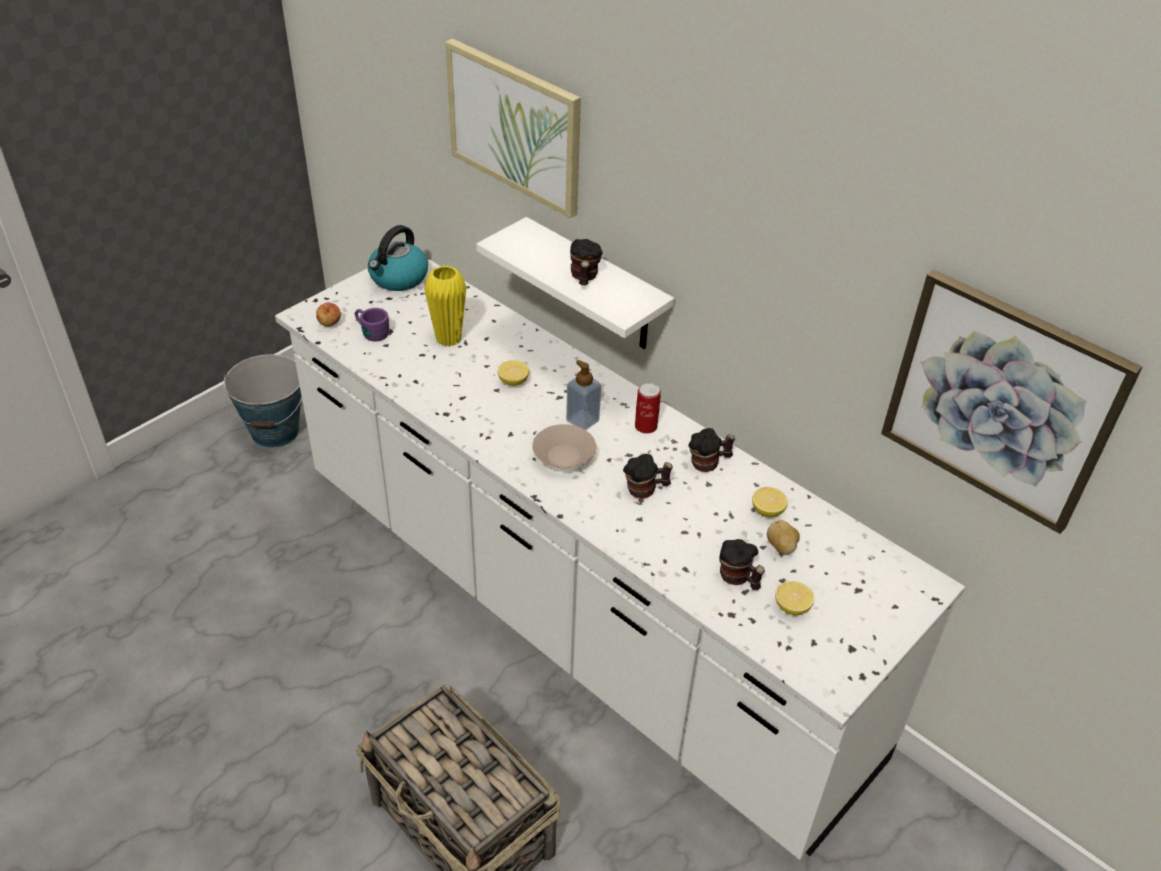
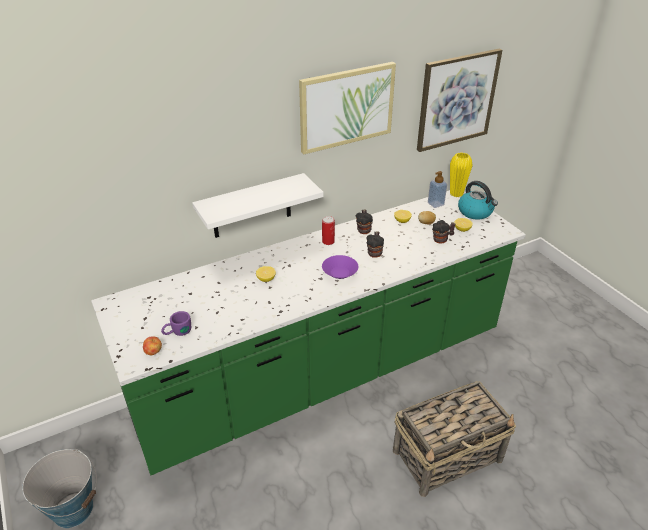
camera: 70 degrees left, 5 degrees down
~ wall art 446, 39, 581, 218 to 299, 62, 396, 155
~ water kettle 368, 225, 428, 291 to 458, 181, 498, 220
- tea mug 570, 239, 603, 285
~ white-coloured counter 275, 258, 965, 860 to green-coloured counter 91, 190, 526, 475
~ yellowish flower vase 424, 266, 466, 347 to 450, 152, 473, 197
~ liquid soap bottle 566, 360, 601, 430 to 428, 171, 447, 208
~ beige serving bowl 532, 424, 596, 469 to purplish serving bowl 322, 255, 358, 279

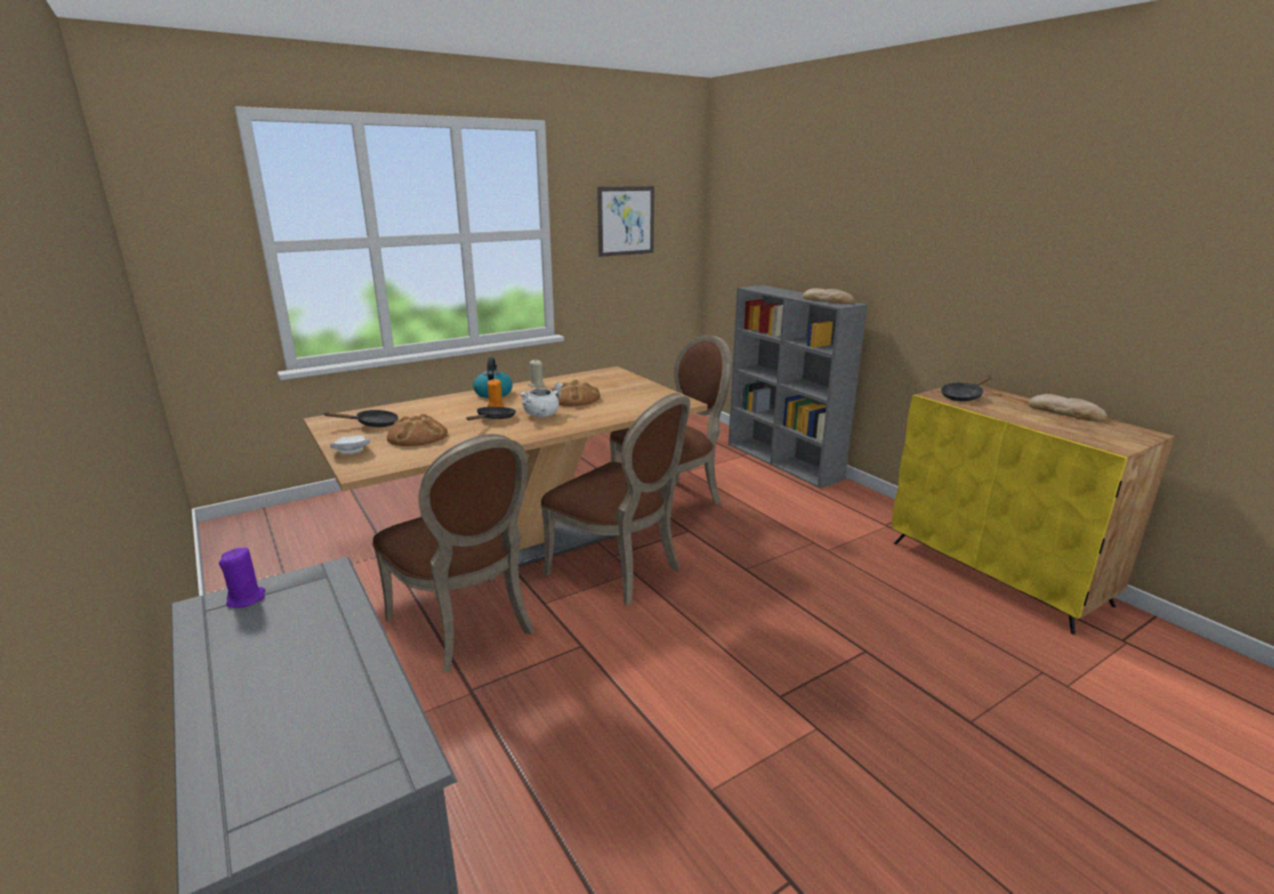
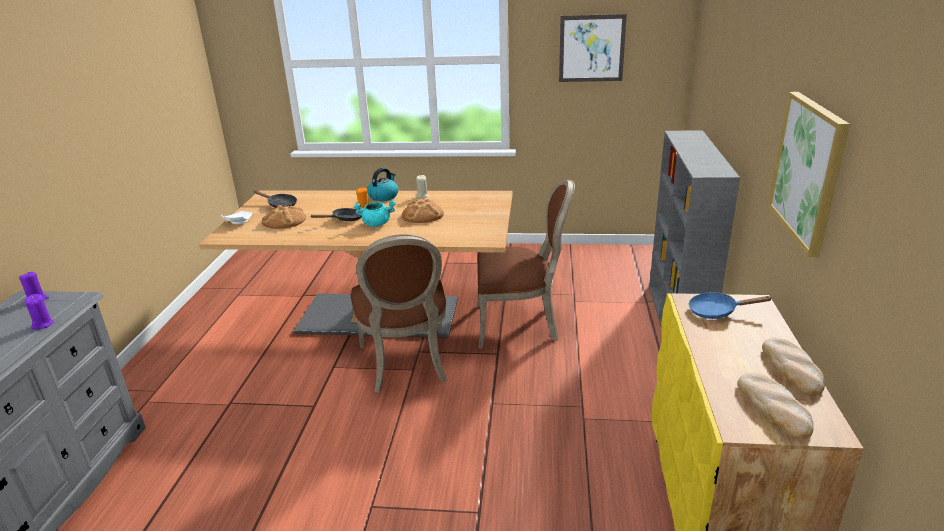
camera: 40 degrees right, 5 degrees up
~ bread 802, 288, 854, 304 to 737, 373, 814, 439
~ black-coloured skillet 941, 375, 992, 401 to bluish skillet 689, 292, 772, 319
~ white-coloured saucepot 519, 382, 563, 418 to turquoise-coloured saucepot 353, 201, 396, 227
- brownish upright chair 372, 434, 535, 672
+ wall art 768, 92, 850, 257
+ purplish wax candle 25, 294, 54, 330

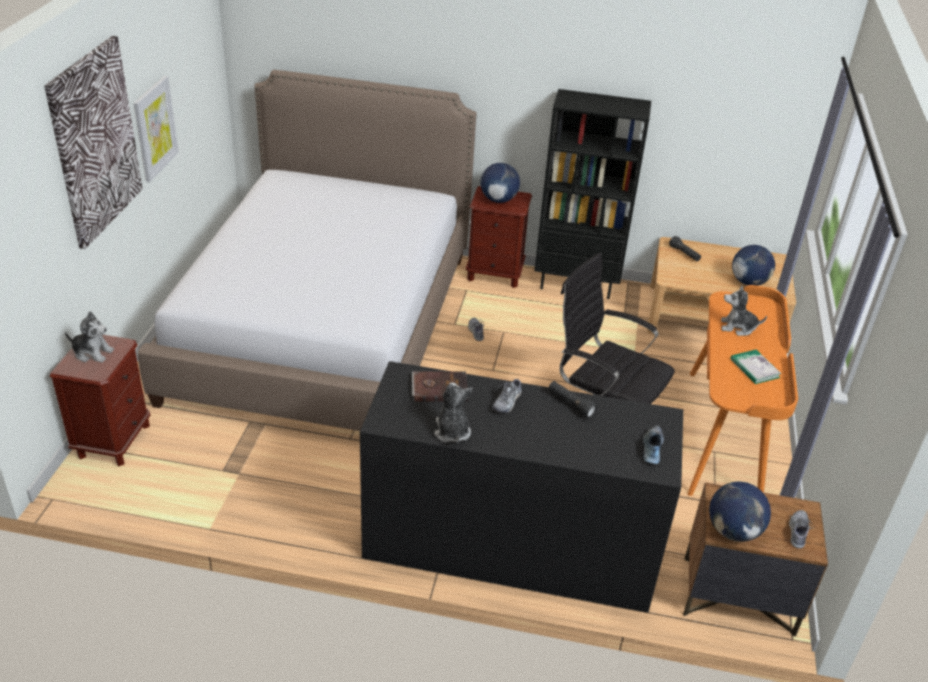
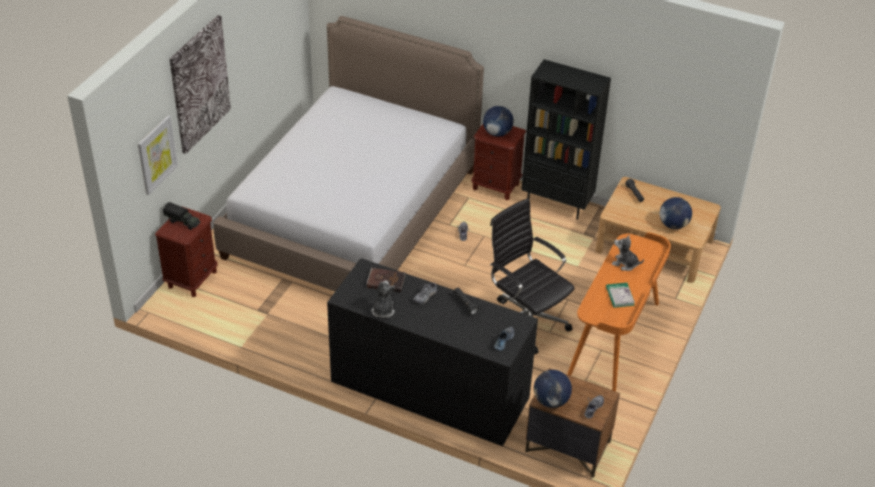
camera: 15 degrees right, 5 degrees up
~ wall art 134, 76, 178, 182 to 138, 115, 178, 195
~ plush toy 65, 311, 114, 363 to toy lorry 163, 202, 200, 230

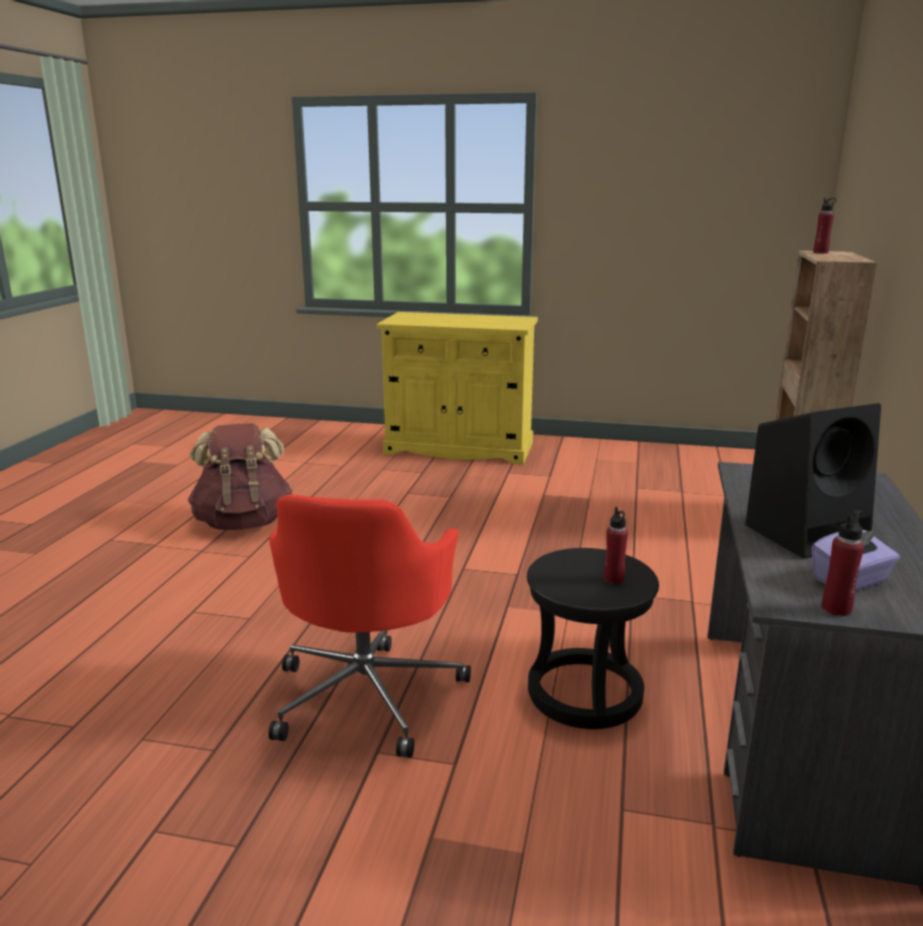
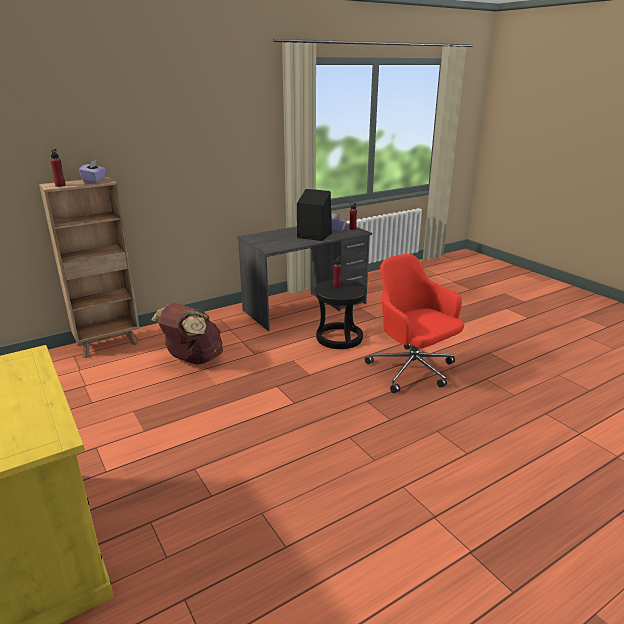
camera: 135 degrees left, 5 degrees up
~ brownish rucksack 188, 423, 293, 530 to 152, 303, 223, 365
~ red-coloured office chair 269, 494, 471, 758 = 365, 254, 464, 393 90 degrees counterclockwise
+ purplish box of tissues 79, 160, 106, 183

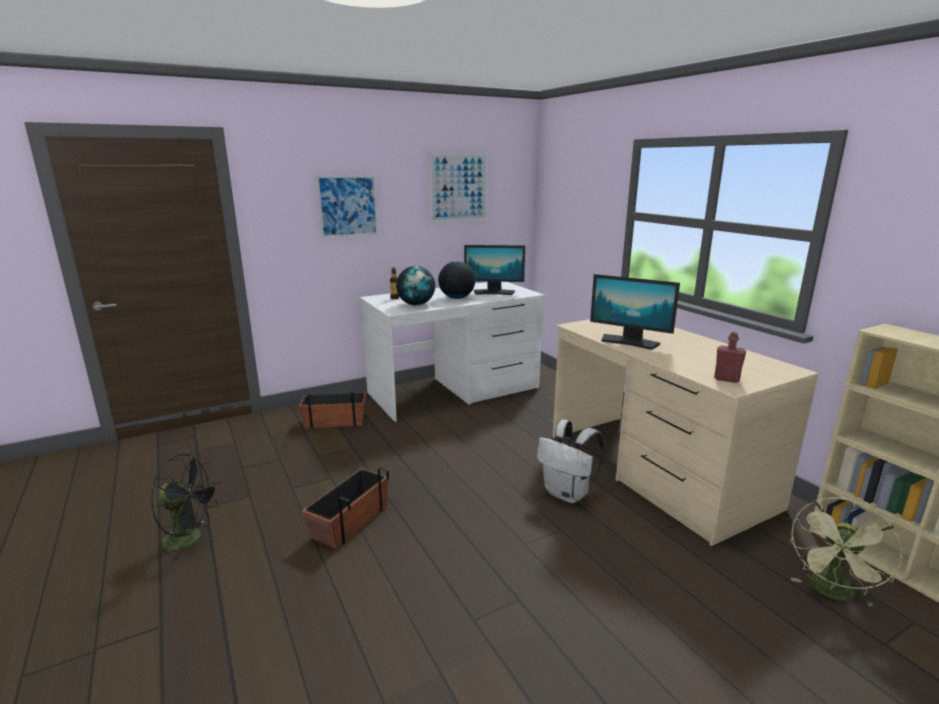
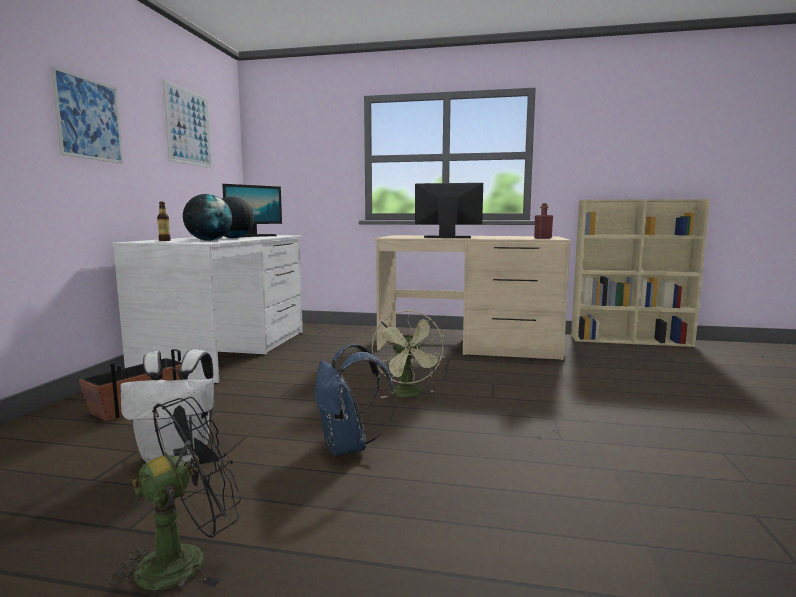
camera: 50 degrees left, 10 degrees down
~ computer display 590, 274, 680, 350 = 415, 183, 483, 238 150 degrees counterclockwise
~ white-coloured rucksack 537, 420, 604, 503 to 120, 349, 214, 463
~ plant pot 302, 467, 389, 550 to bluish rucksack 315, 344, 396, 456
~ green-coloured cooling fan 790, 497, 903, 606 to 372, 311, 444, 398

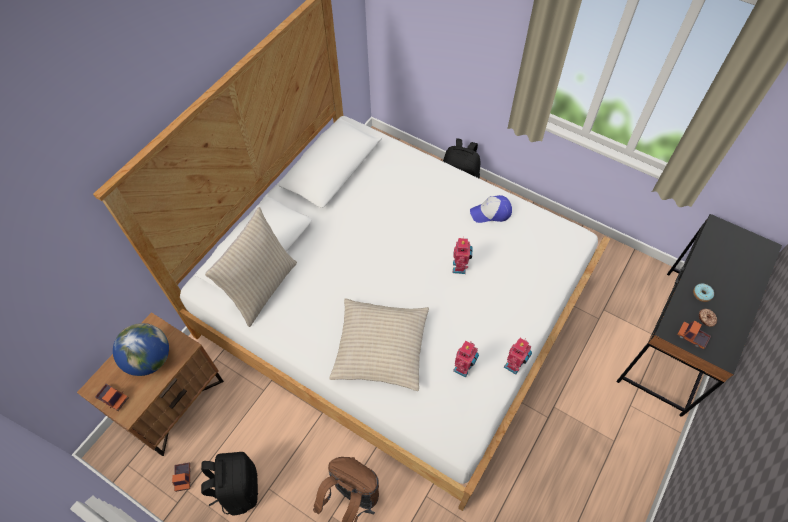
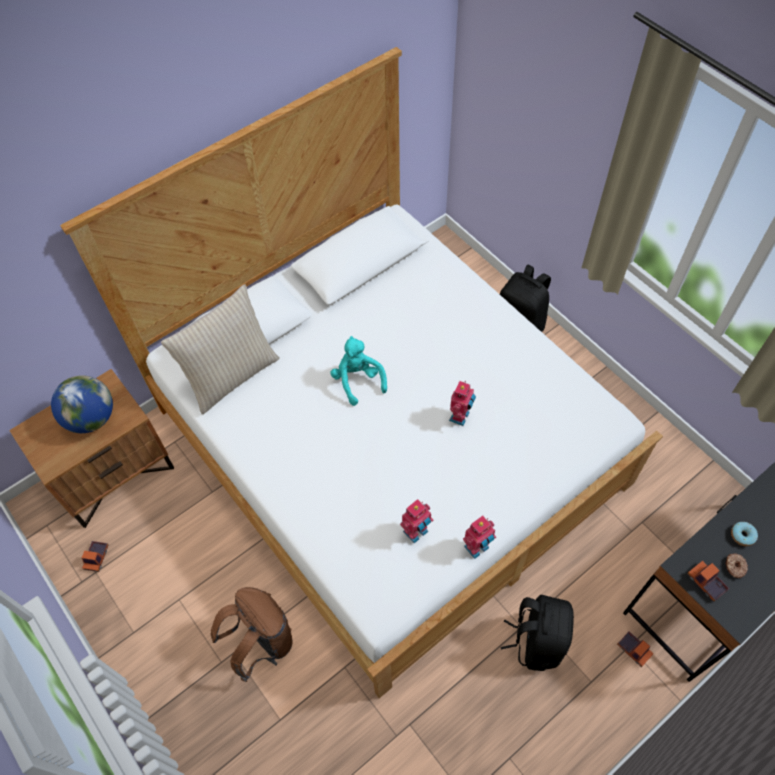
camera: 20 degrees right, 0 degrees up
- peaked cap 470, 195, 512, 223
- beige throw pillow 329, 298, 429, 391
~ toy lorry 95, 384, 129, 411 to 617, 631, 653, 667
~ black-coloured rucksack 201, 452, 258, 516 to 501, 595, 574, 671
+ turquoise-coloured plush toy 330, 336, 387, 406

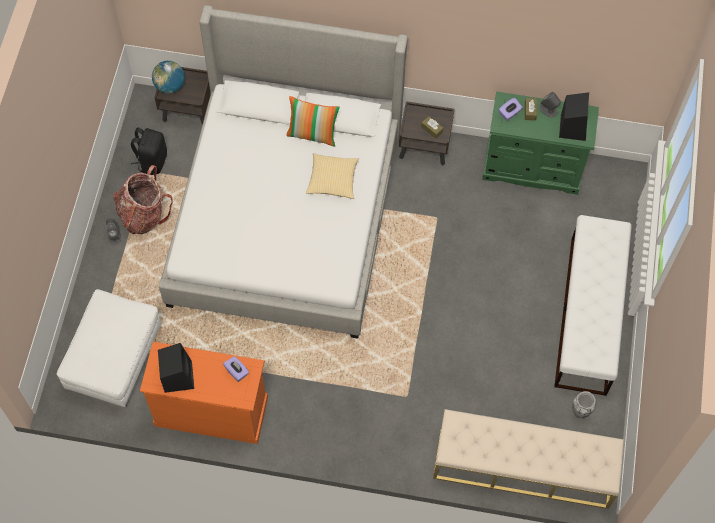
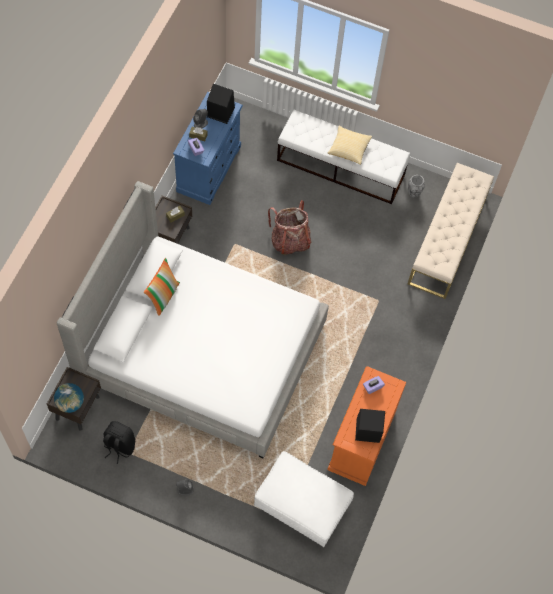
camera: 80 degrees left, 0 degrees up
~ green-coloured dresser 482, 92, 599, 195 to bluish dresser 173, 92, 243, 205
~ throw pillow 306, 153, 359, 199 to 327, 126, 372, 165
~ rucksack 113, 165, 172, 234 to 268, 200, 312, 255

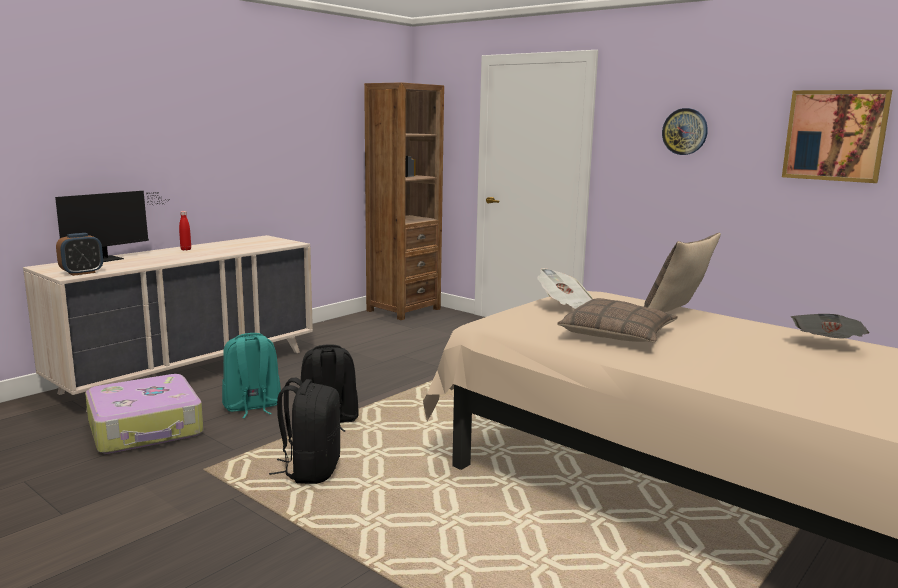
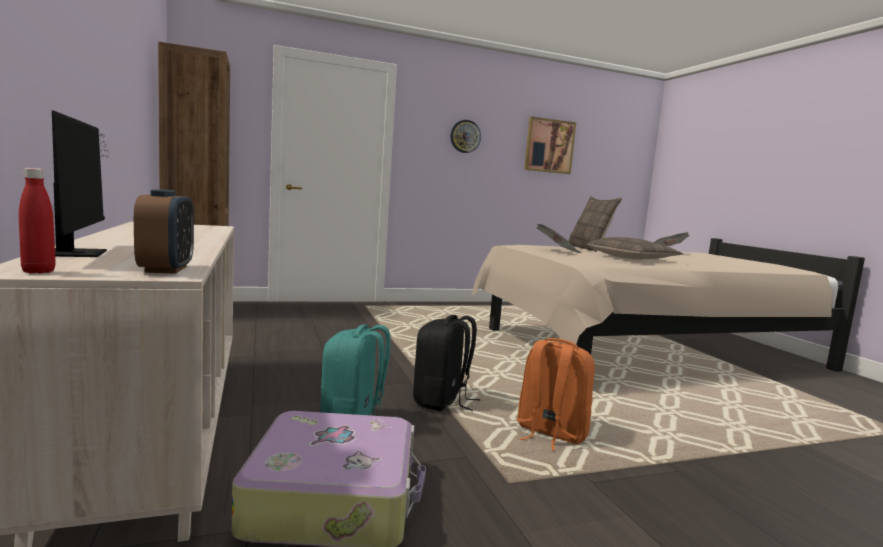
camera: 60 degrees left, 5 degrees down
~ red-coloured beverage bottle 179, 211, 191, 250 to 19, 168, 56, 274
~ black-coloured rucksack 269, 378, 340, 484 to orange rucksack 517, 338, 595, 451

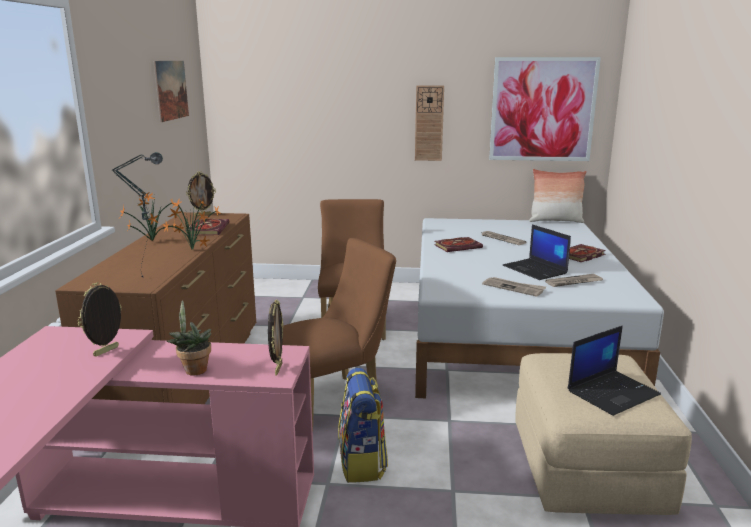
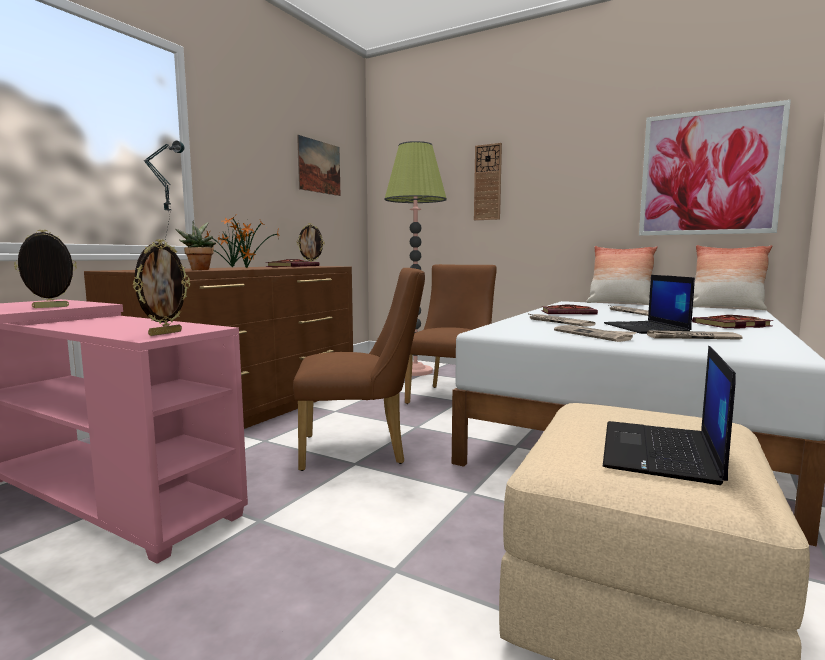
camera: 25 degrees right, 10 degrees down
~ wall clock 415, 86, 444, 161 to 474, 143, 502, 220
~ plant in a pot 167, 300, 211, 376 to 175, 220, 216, 270
~ portable computer 568, 326, 661, 416 = 603, 346, 736, 485 120 degrees clockwise
- rucksack 338, 368, 388, 483
+ standing lamp 384, 141, 447, 376
+ throw pillow 586, 246, 658, 305
+ printed paper 527, 313, 595, 326

